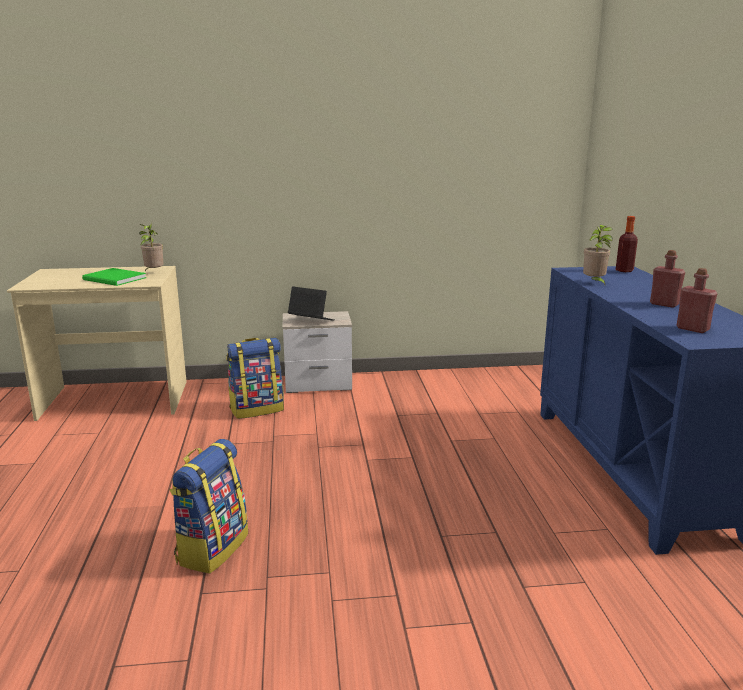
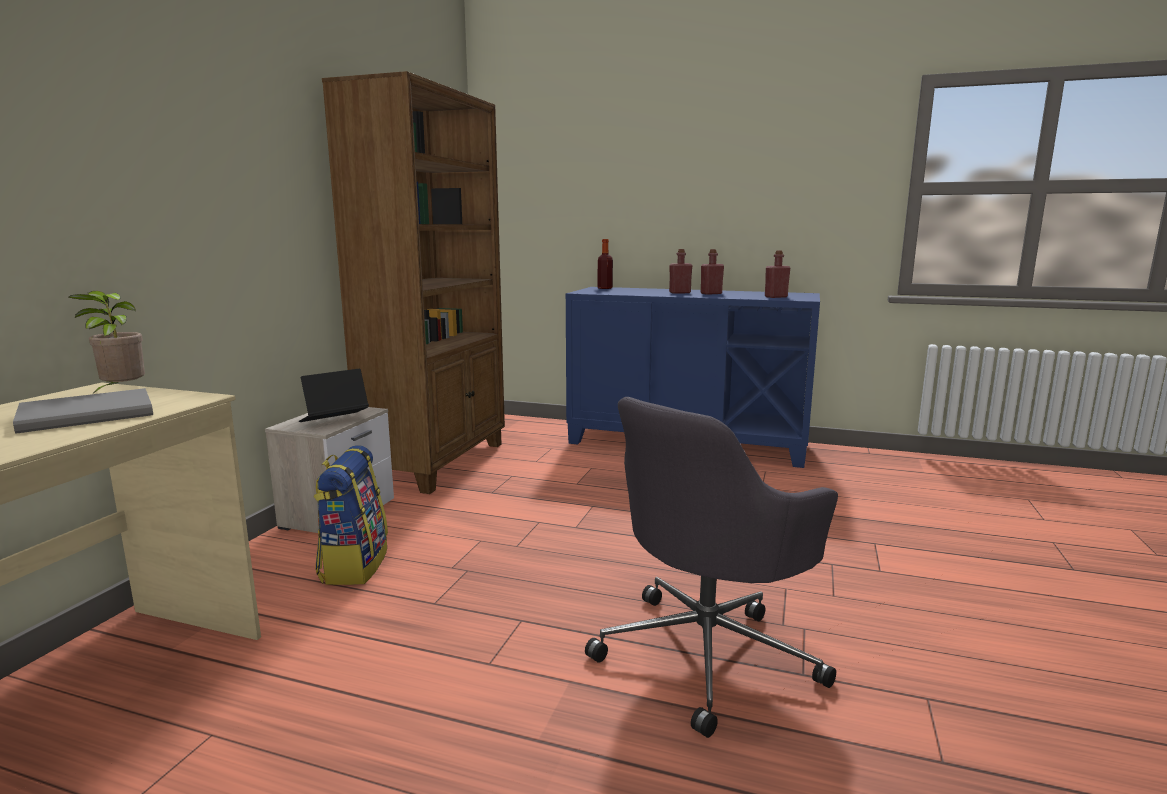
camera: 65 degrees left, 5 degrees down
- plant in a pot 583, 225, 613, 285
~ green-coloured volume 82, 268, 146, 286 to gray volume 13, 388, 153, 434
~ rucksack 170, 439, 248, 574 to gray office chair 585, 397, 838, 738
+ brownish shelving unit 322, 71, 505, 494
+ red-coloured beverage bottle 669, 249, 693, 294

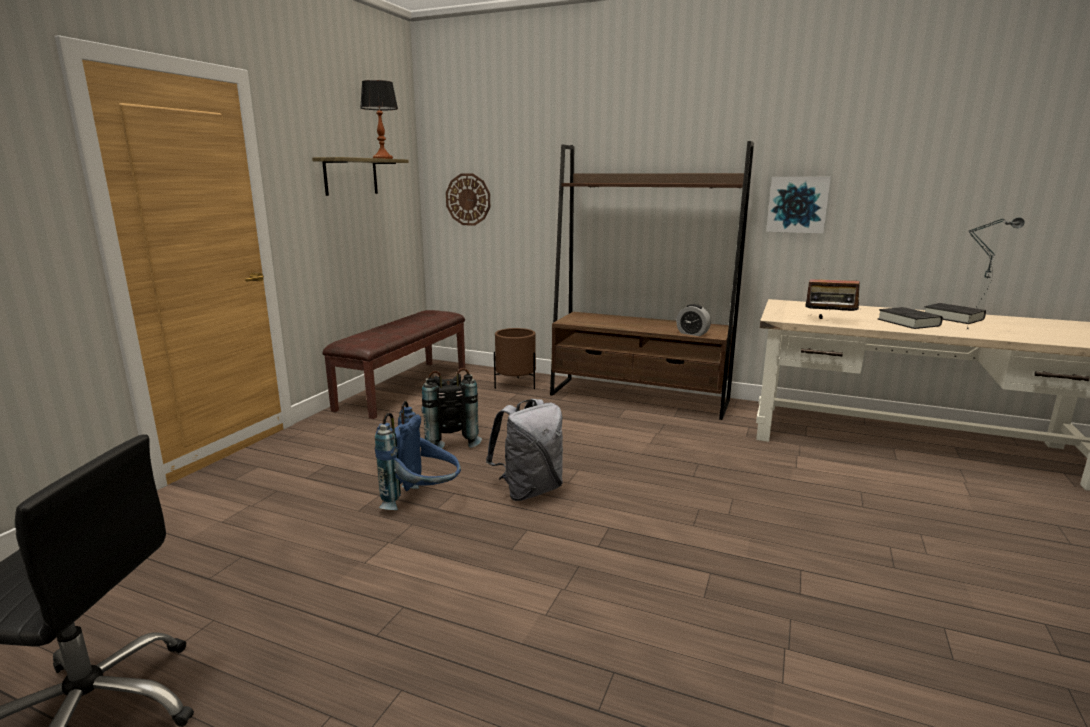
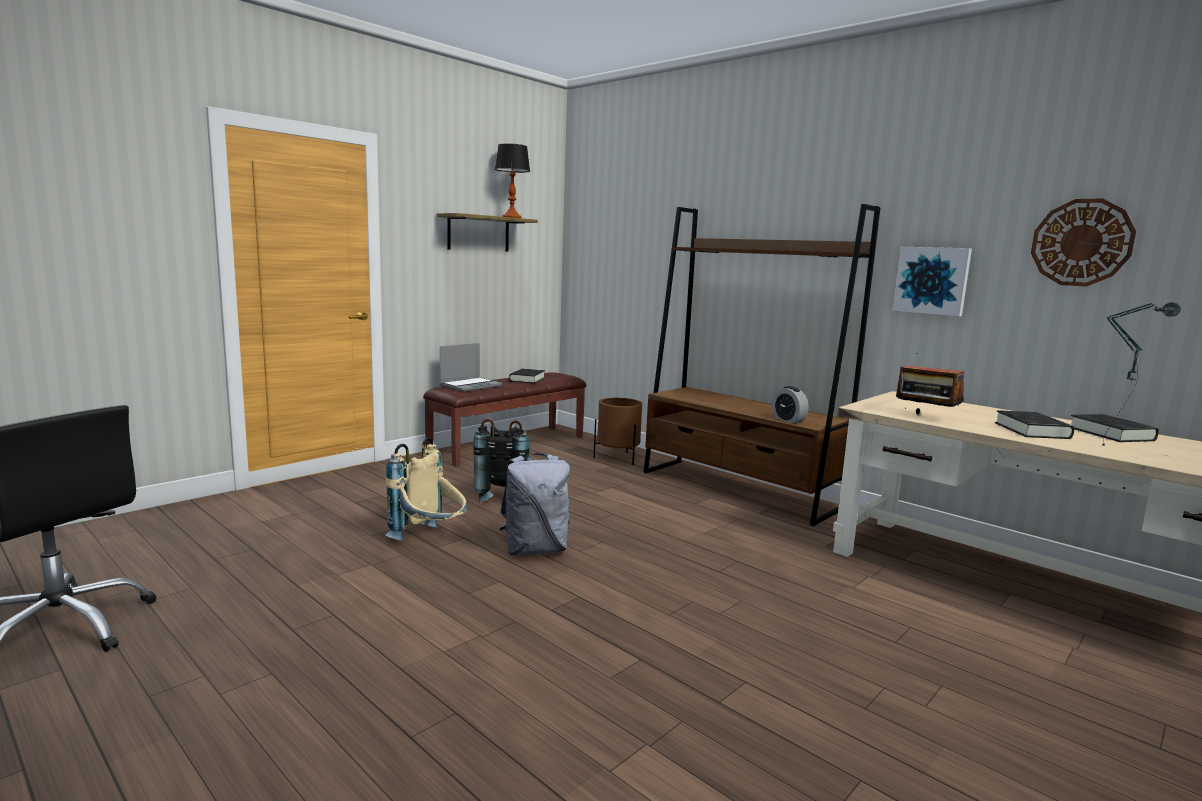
camera: 20 degrees right, 5 degrees down
~ wall clock 446, 174, 490, 226 to 1031, 199, 1136, 286
~ bluish rucksack 375, 401, 461, 510 to beige rucksack 385, 437, 467, 541
+ portable computer 440, 343, 502, 392
+ black-coloured volume 509, 369, 545, 384

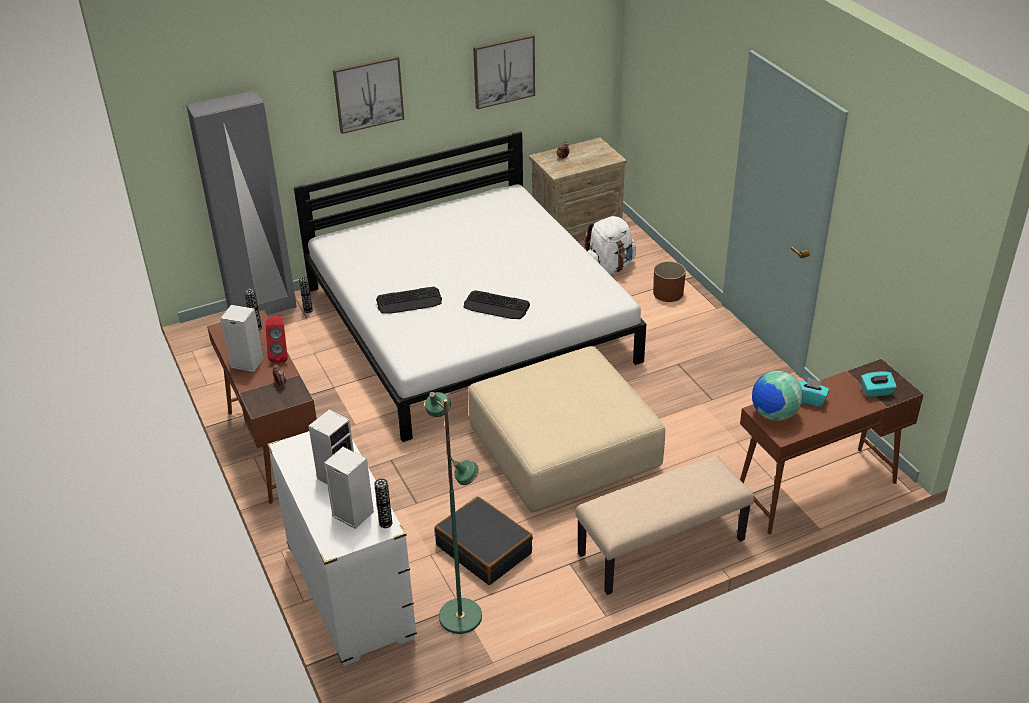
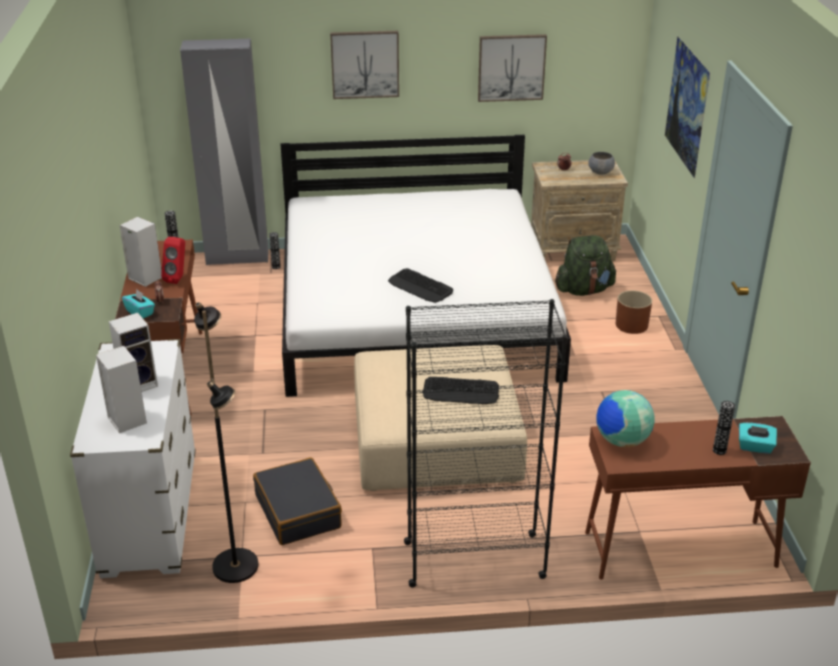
camera: 20 degrees right, 5 degrees down
~ white-coloured rucksack 584, 216, 636, 275 to green-coloured rucksack 555, 235, 617, 296
~ computer keyboard 376, 287, 442, 314 to 422, 377, 499, 404
~ turquoise-coloured box of tissues 799, 378, 829, 407 to 122, 289, 155, 318
~ green-coloured standing lamp 425, 392, 482, 634 to black-coloured standing lamp 194, 302, 258, 583
~ beige indoor bench 576, 455, 754, 595 to black-coloured shelving unit 404, 299, 568, 587
~ flower vase 374, 479, 392, 528 to 713, 401, 735, 455
+ wall art 665, 36, 710, 179
+ gray serving bowl 588, 152, 615, 175

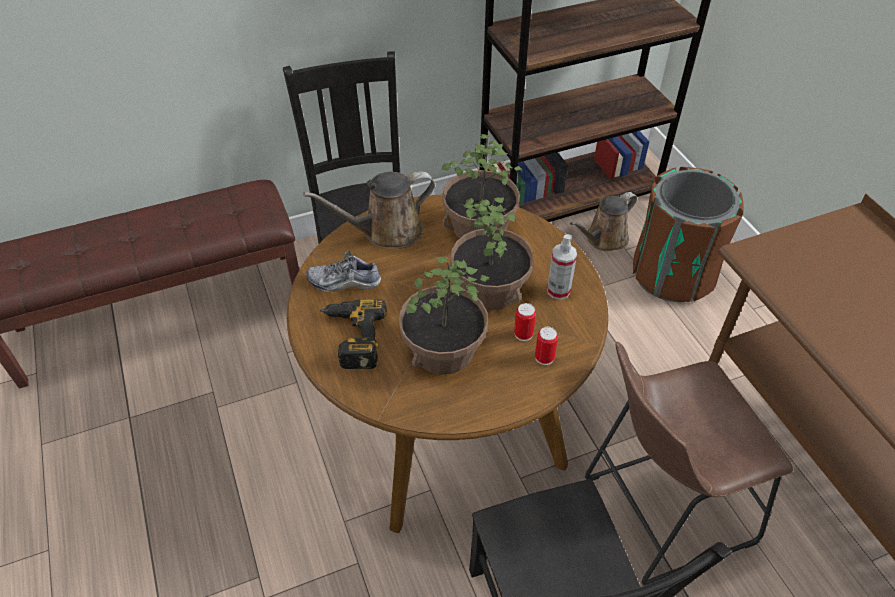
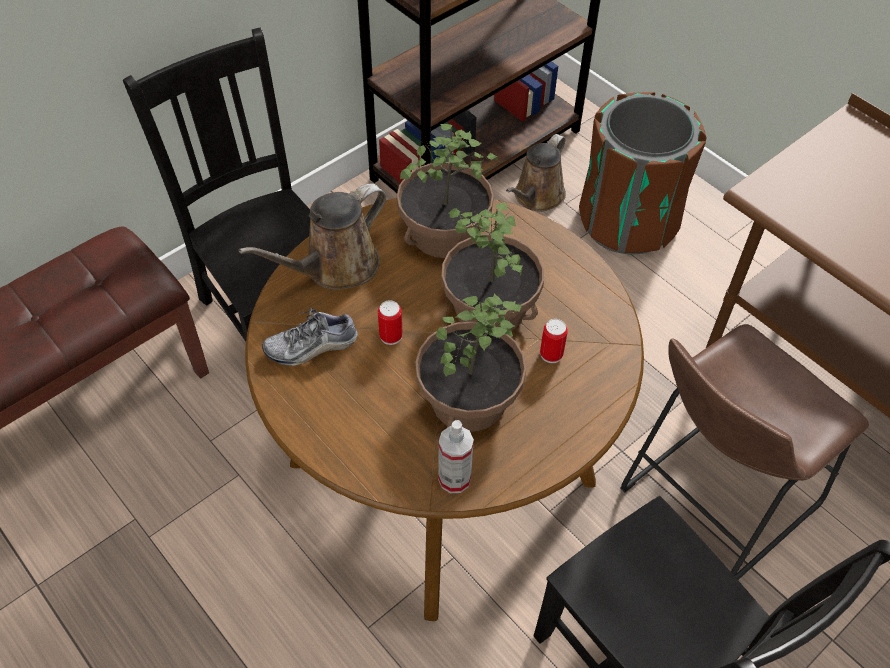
camera: 20 degrees left, 5 degrees up
~ spray bottle 547, 234, 577, 300 to 438, 420, 474, 493
- power drill 320, 299, 387, 369
~ can 535, 327, 558, 365 to 378, 300, 403, 345

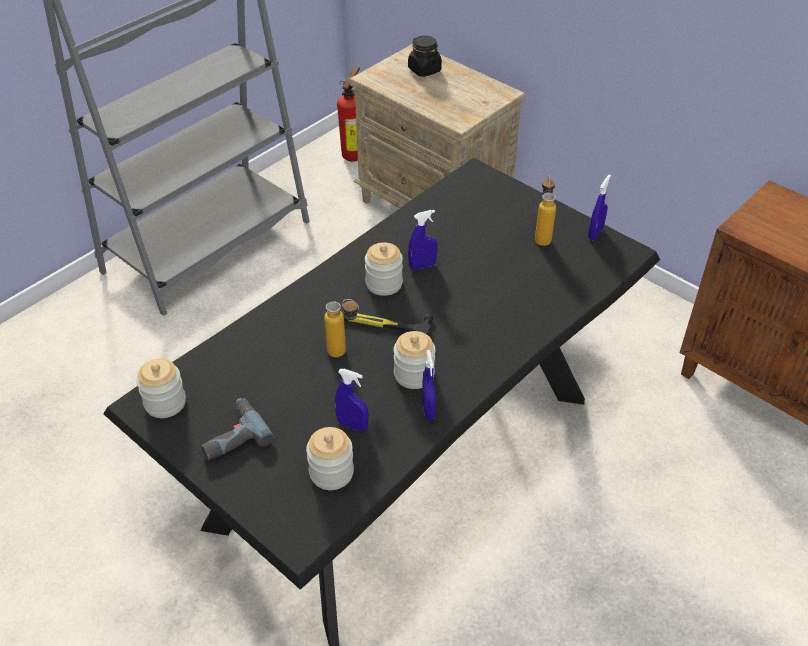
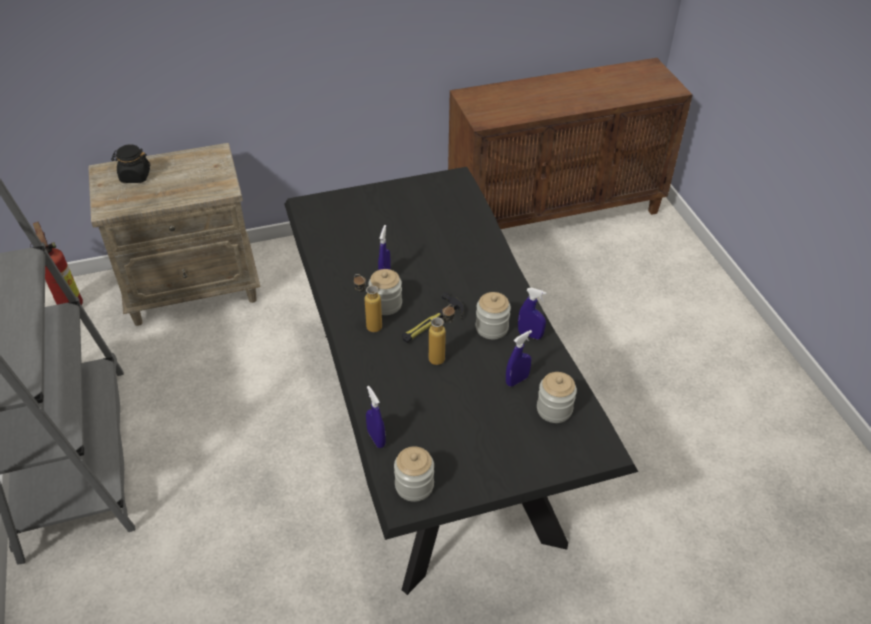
camera: 60 degrees left, 0 degrees up
~ bluish spray bottle 588, 174, 611, 240 to 366, 386, 386, 448
~ beverage bottle 535, 175, 556, 246 to 354, 274, 382, 332
- power drill 201, 398, 274, 460

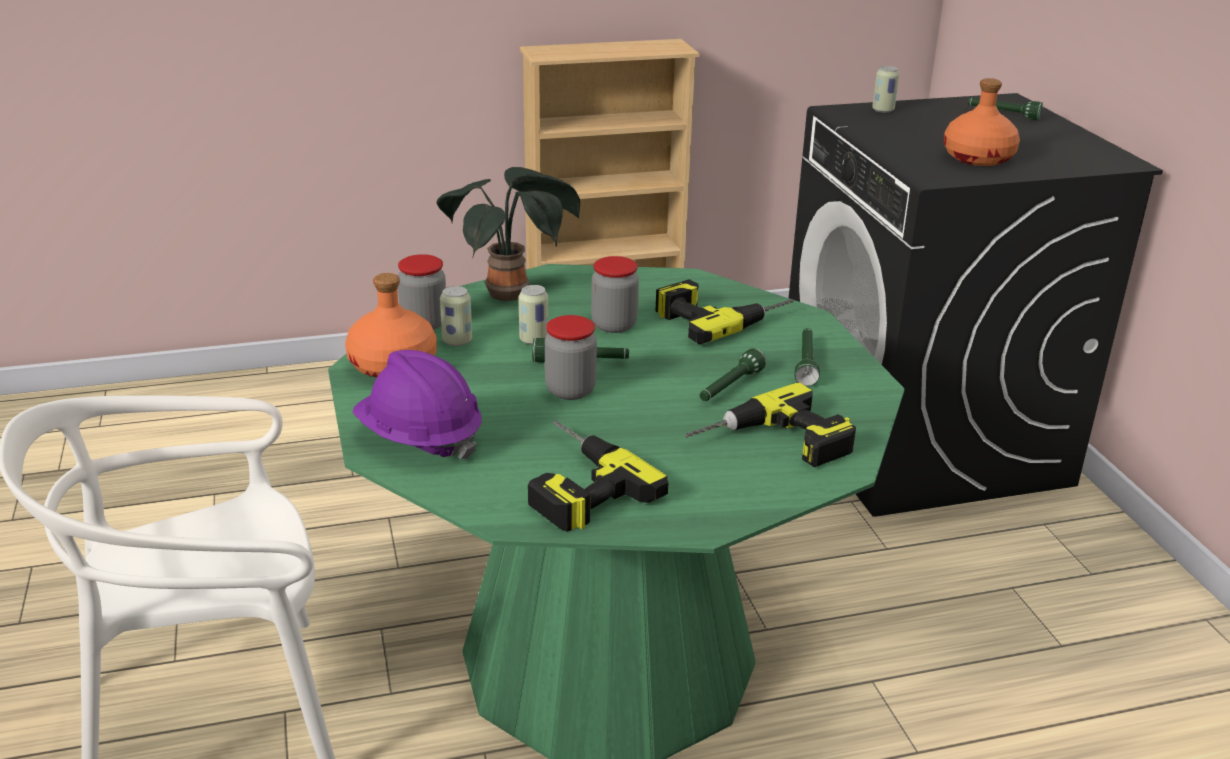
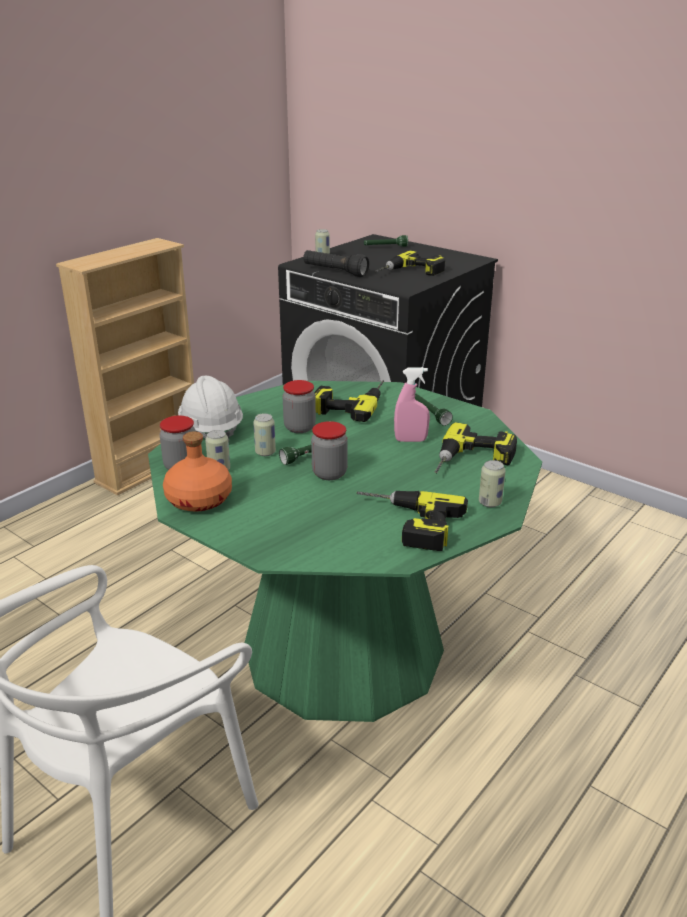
camera: 35 degrees left, 0 degrees up
~ orange beverage bottle 944, 78, 1020, 166 to power drill 375, 250, 445, 276
~ plant in a pot 437, 167, 580, 301 to white-coloured hard hat 178, 376, 243, 442
~ green-coloured flashlight 700, 348, 766, 401 to pink-coloured spray bottle 394, 367, 430, 442
- purplish hard hat 353, 350, 482, 460
+ black-coloured flashlight 303, 250, 369, 277
+ can 479, 460, 506, 507

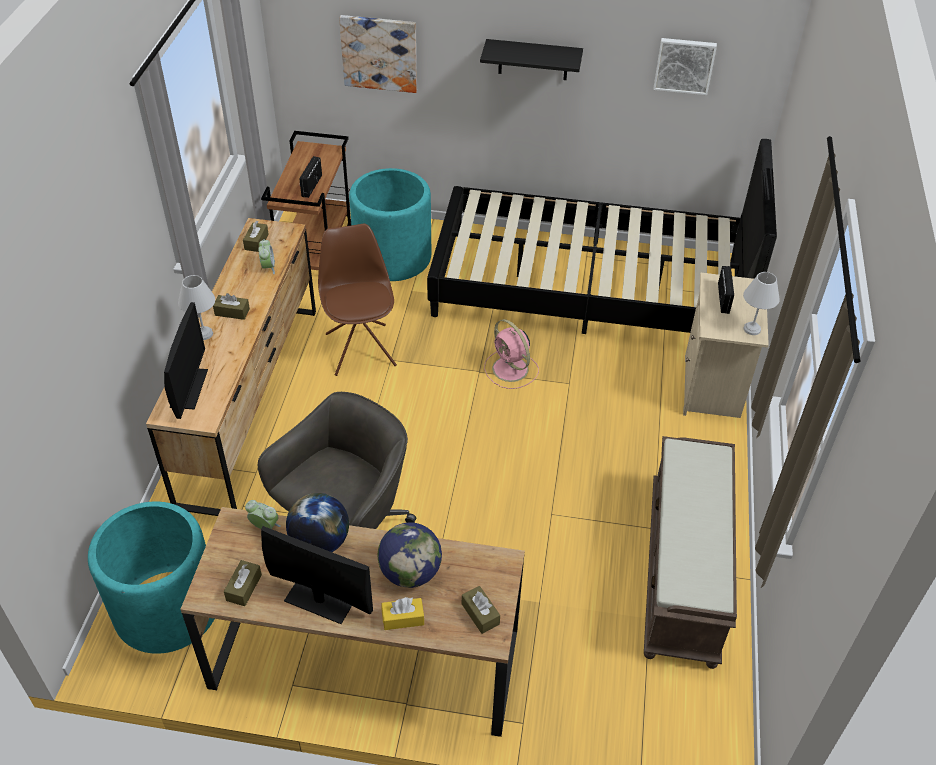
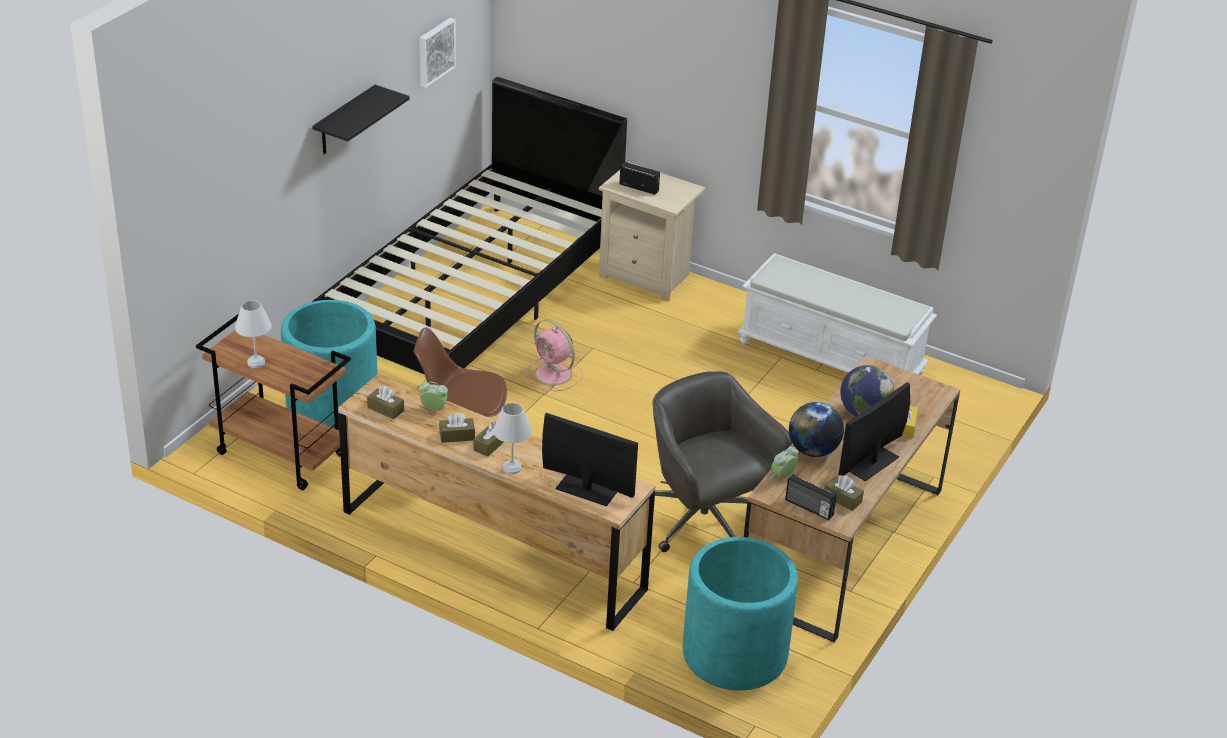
camera: 70 degrees left, 10 degrees down
- wall art 339, 15, 417, 93
~ radio set 299, 156, 322, 198 to 785, 474, 837, 520
~ white-coloured table lamp 743, 272, 780, 335 to 235, 300, 272, 368
~ pink-coloured cooling fan 484, 319, 539, 389 = 526, 319, 583, 391 60 degrees clockwise
~ brownish indoor bench 644, 436, 737, 669 to white-coloured indoor bench 737, 253, 937, 375
~ brownish box of tissues 462, 586, 500, 634 to 439, 412, 475, 443

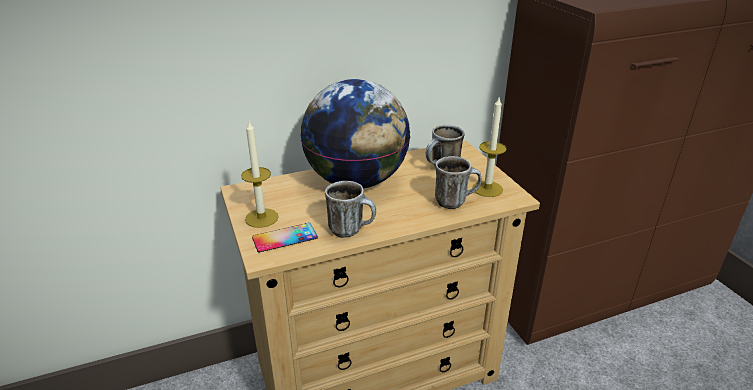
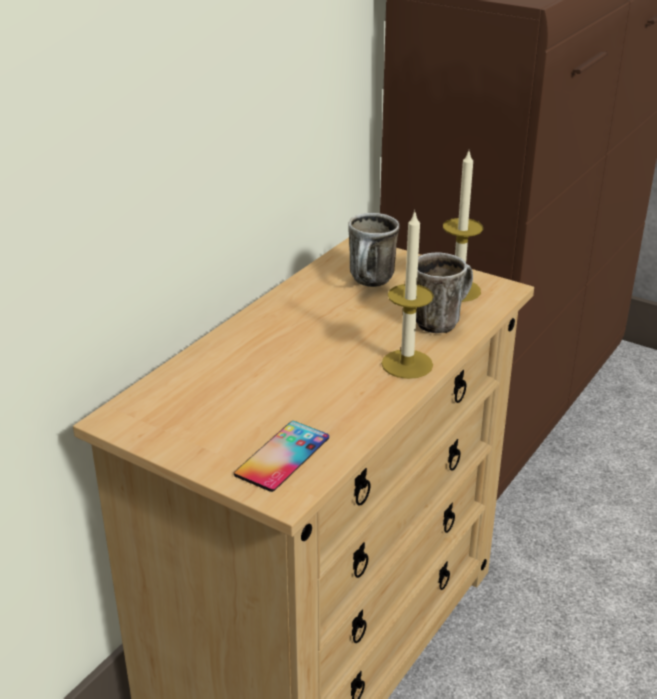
camera: 35 degrees left, 0 degrees up
- desk globe 300, 79, 410, 188
~ wax candle 241, 121, 279, 228 to 381, 210, 434, 379
- tea mug 325, 181, 376, 238

